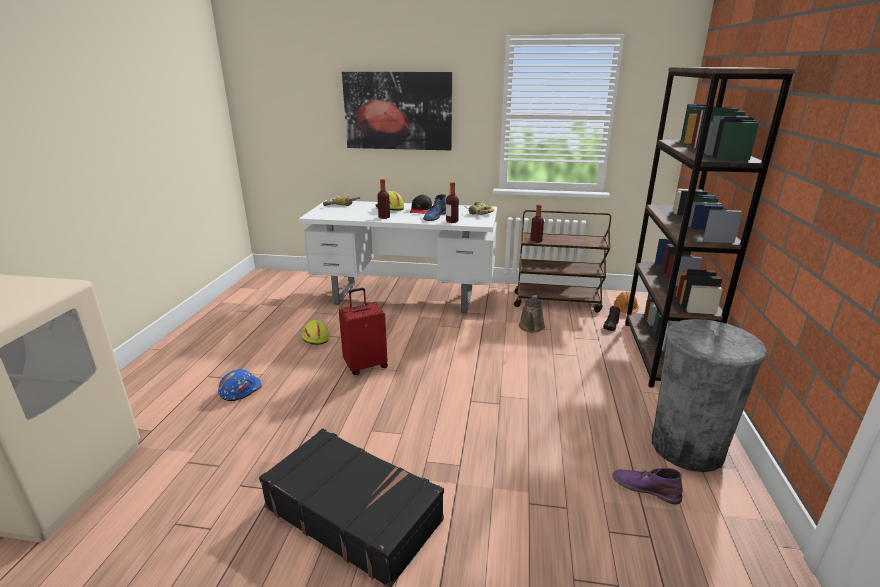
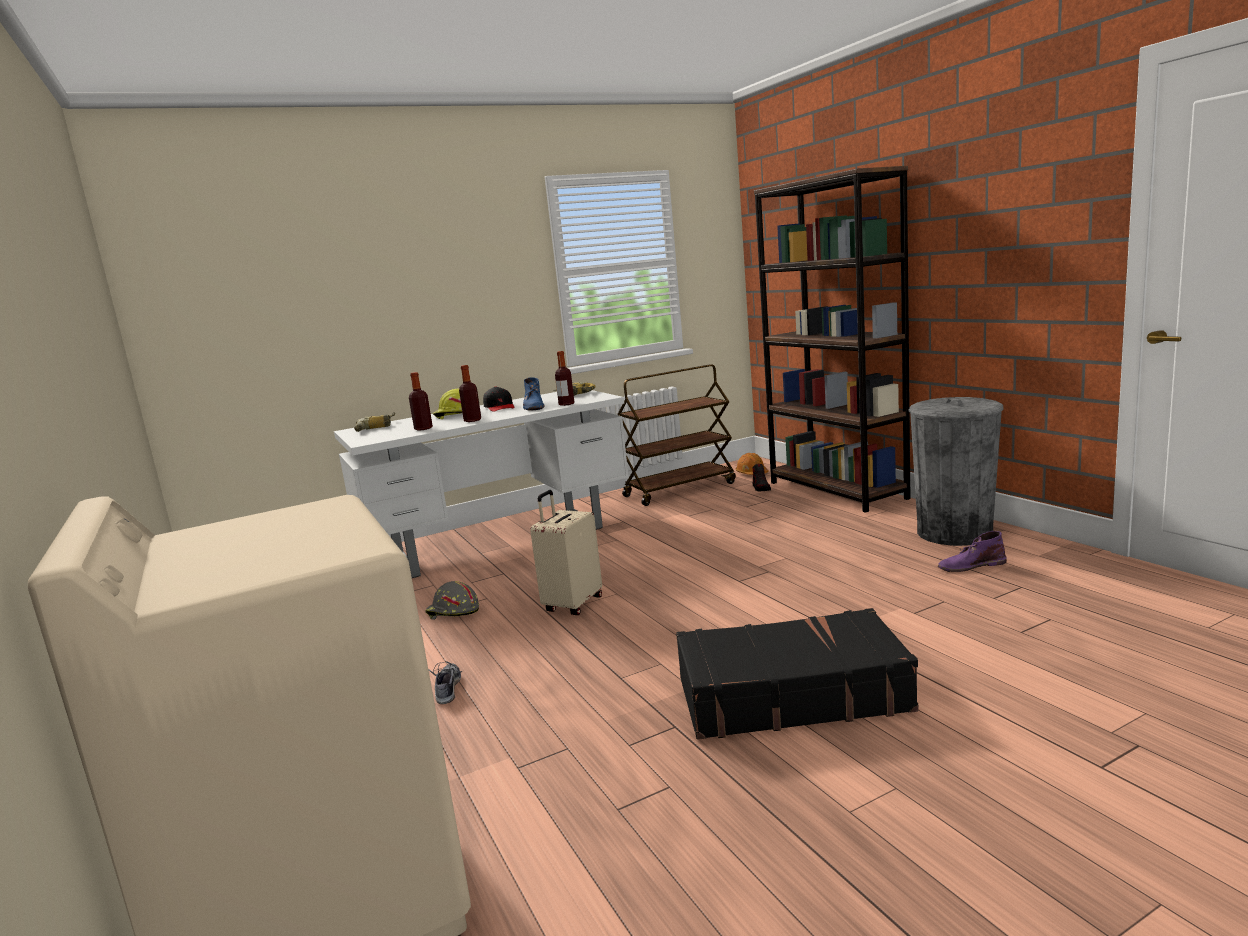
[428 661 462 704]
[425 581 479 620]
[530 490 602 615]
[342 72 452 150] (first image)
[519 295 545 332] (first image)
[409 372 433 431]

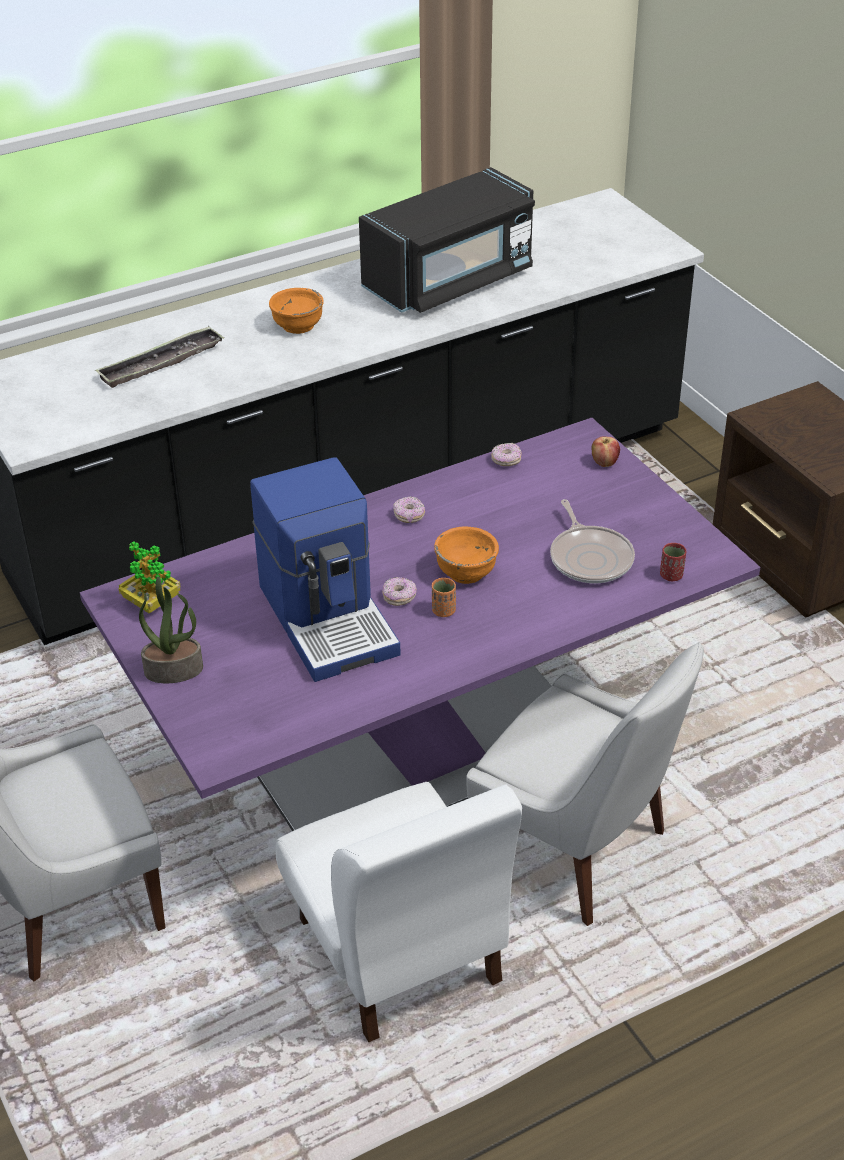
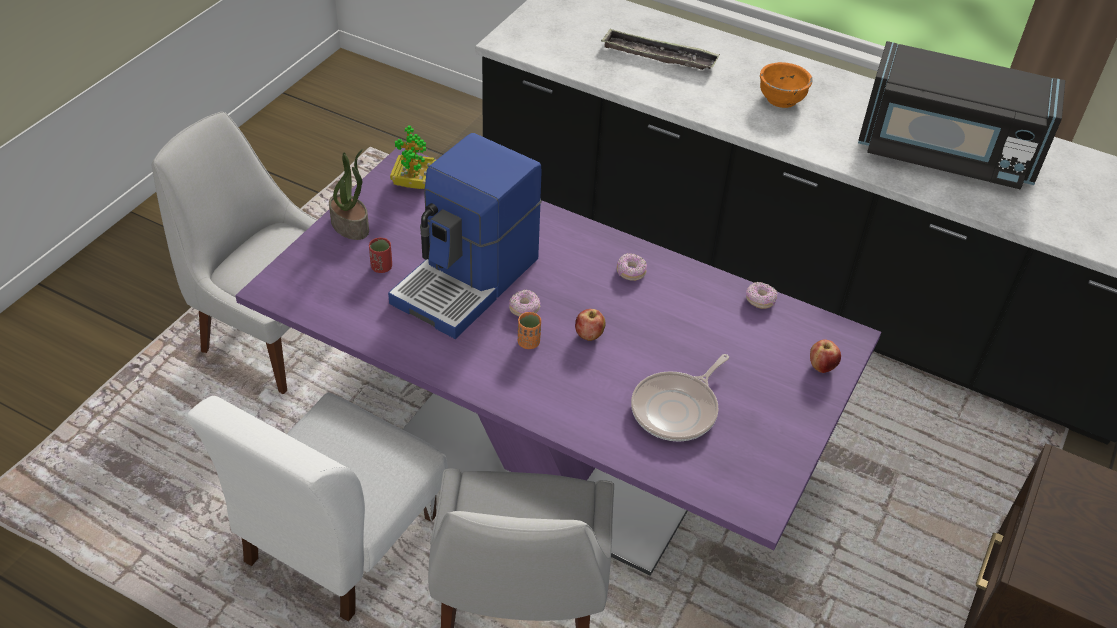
[575 309 606 341]
[369 238 392 273]

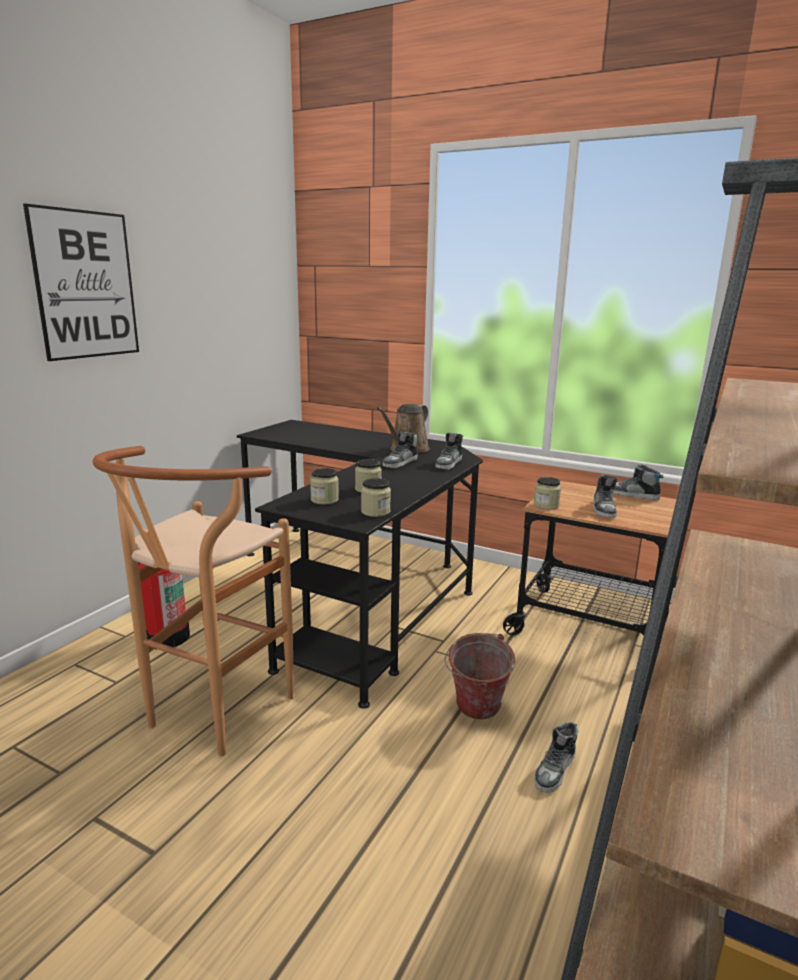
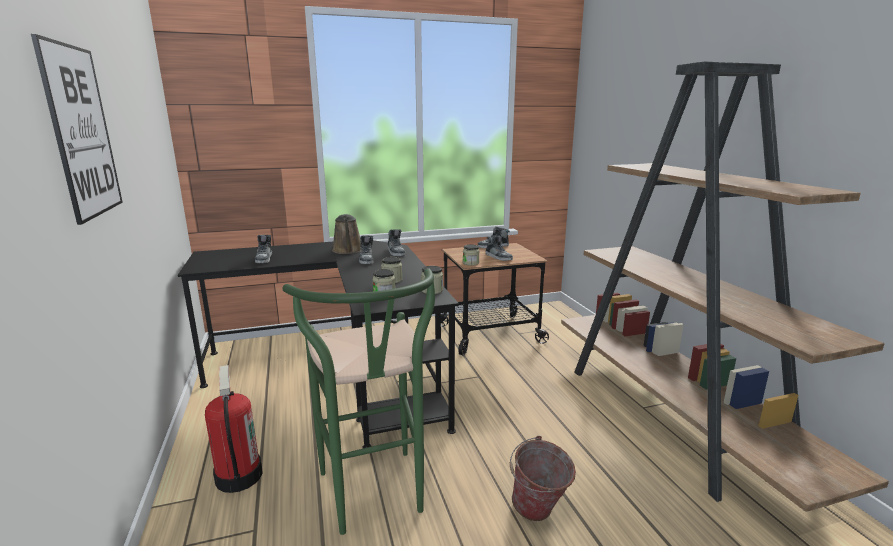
[282 268 435 535]
[510 436 576 521]
[255 235 272 263]

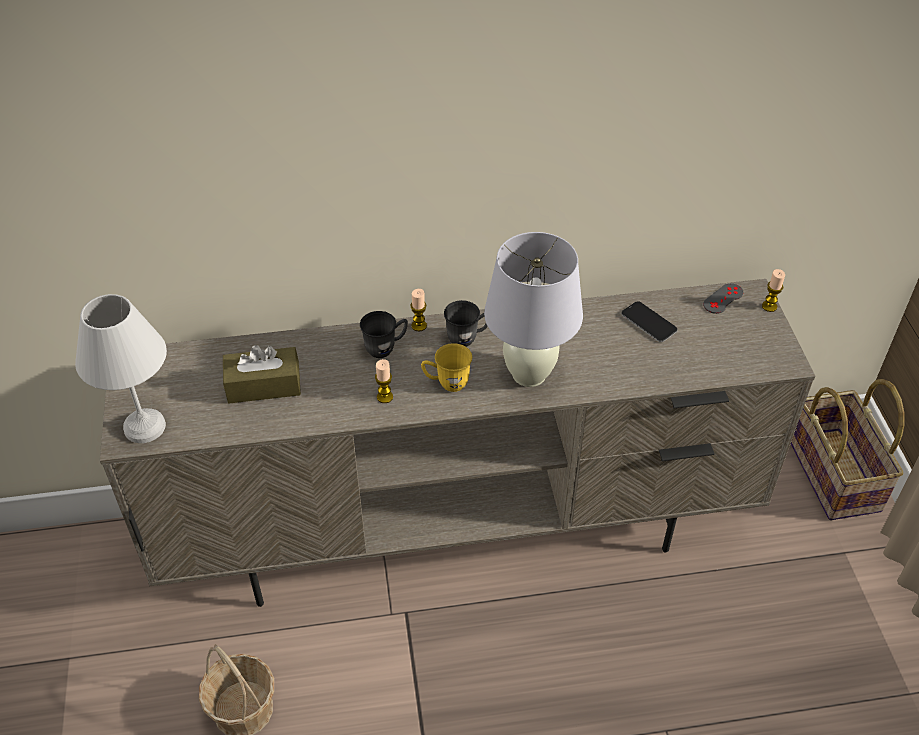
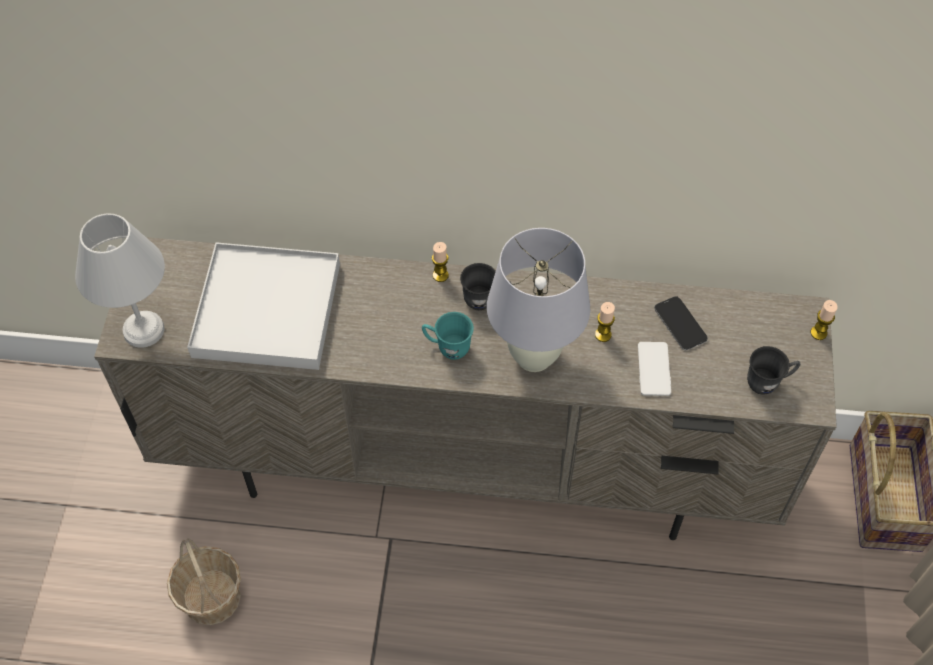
[187 242 340 370]
[747 346 800 395]
[595 302 615 342]
[422 312 474 360]
[703 283 743 314] (first image)
[638 342 671 396]

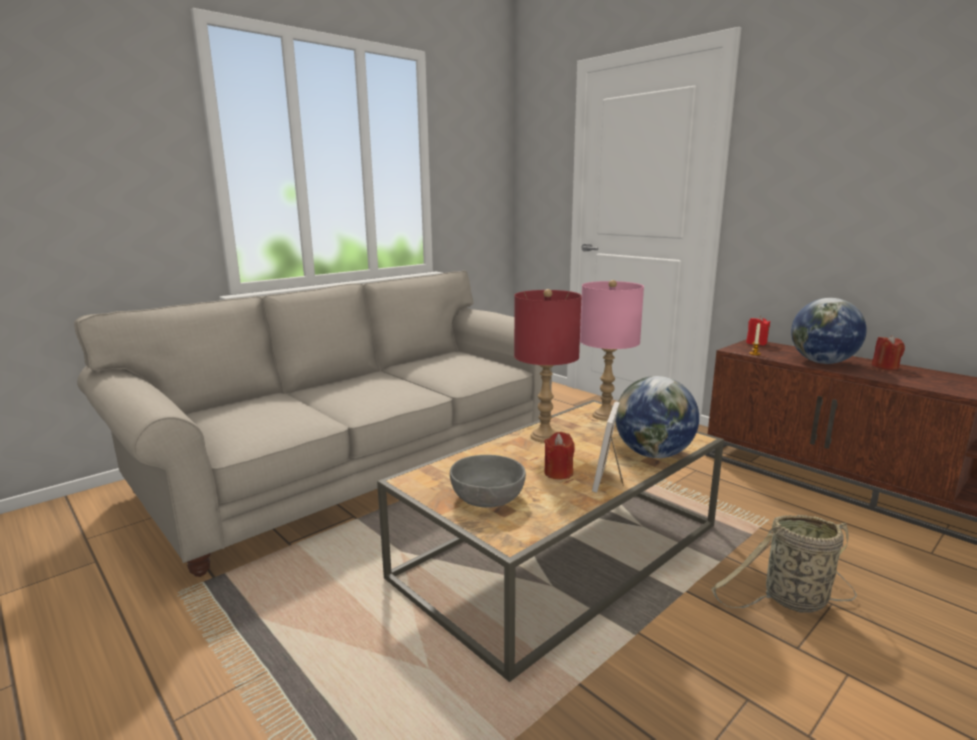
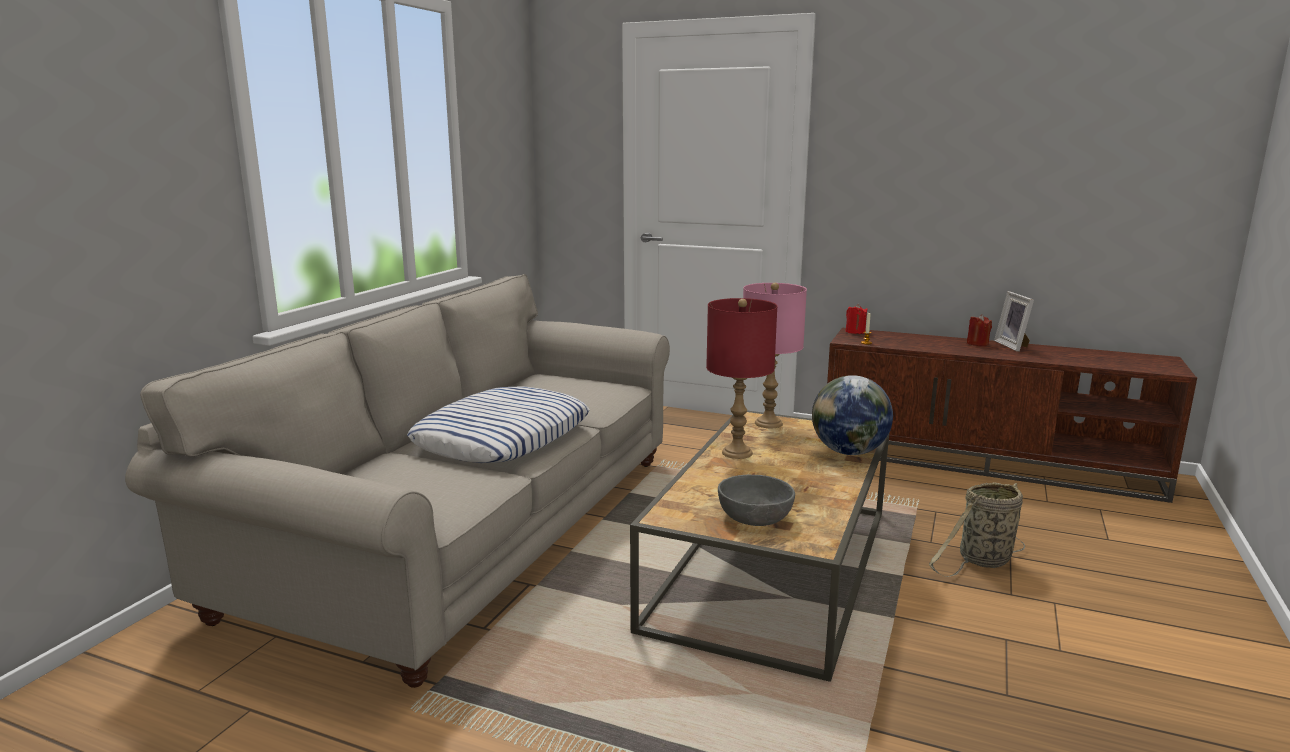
[544 432 575 479] (first image)
[994 291 1034 352]
[791 298 867 364] (first image)
[407 386 589 463]

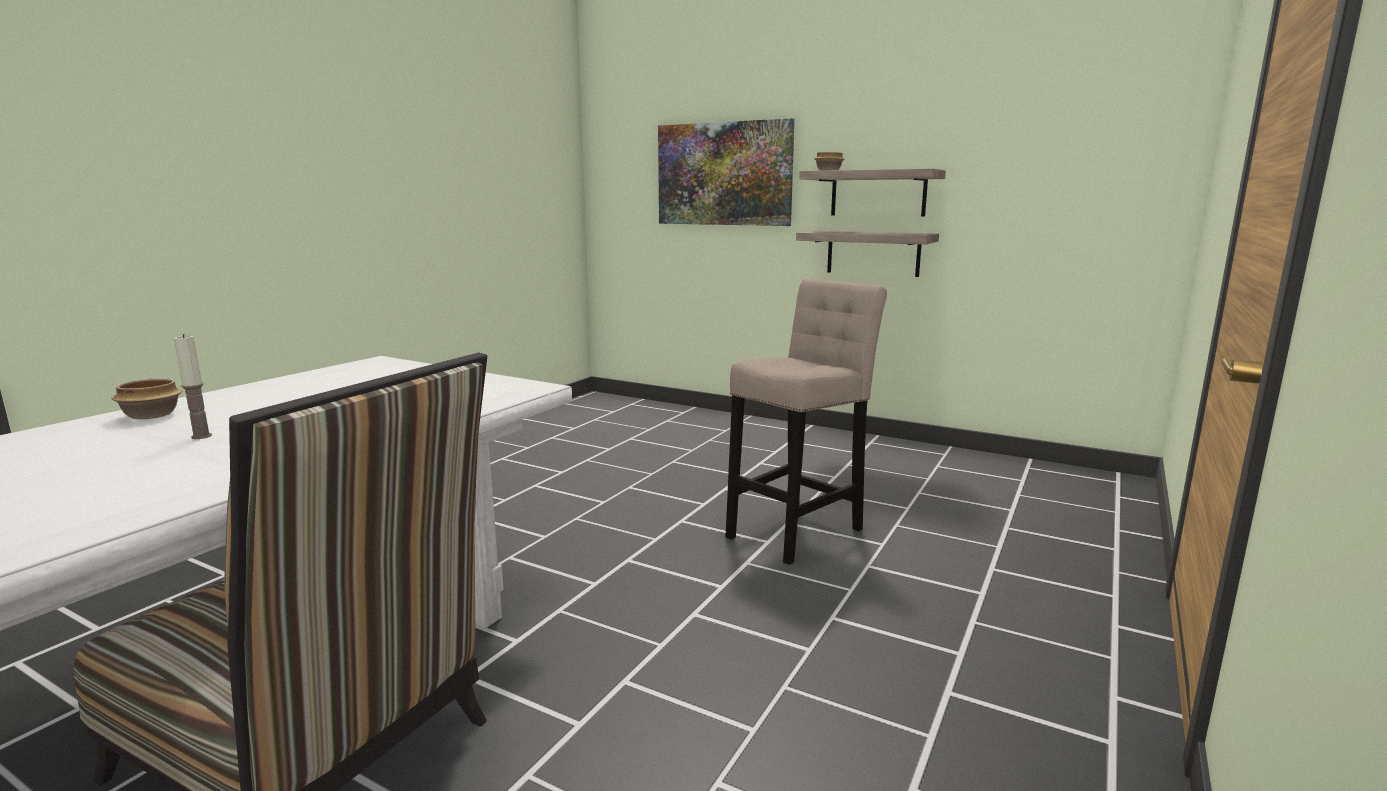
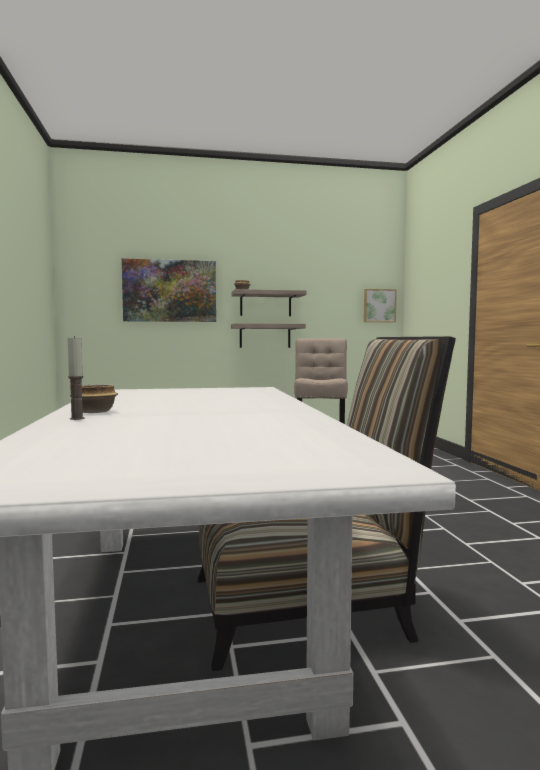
[68 336 85 420]
[364 289 397 322]

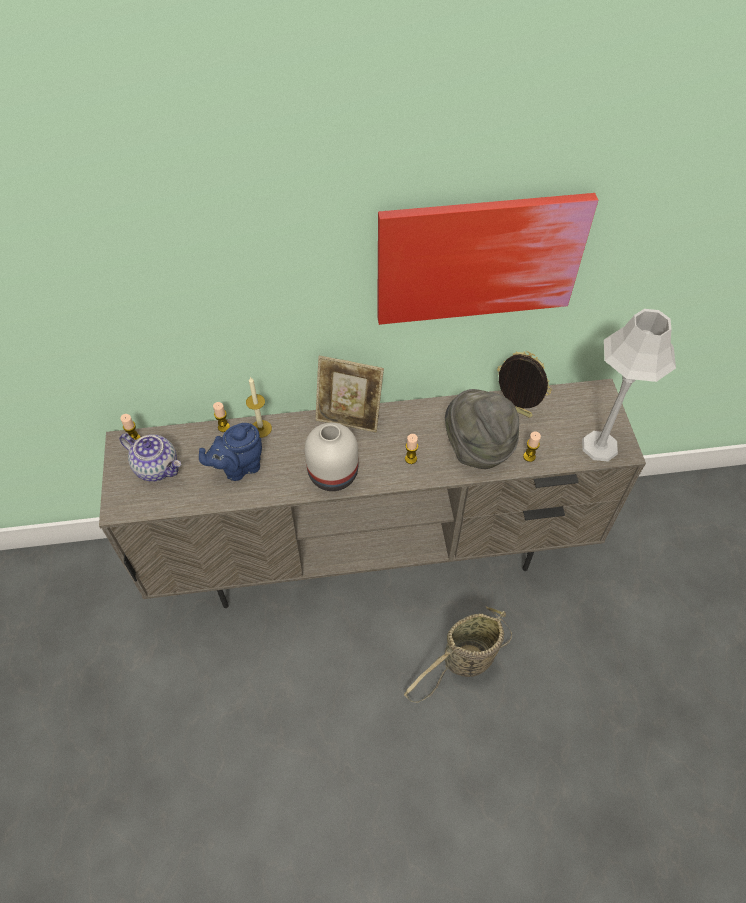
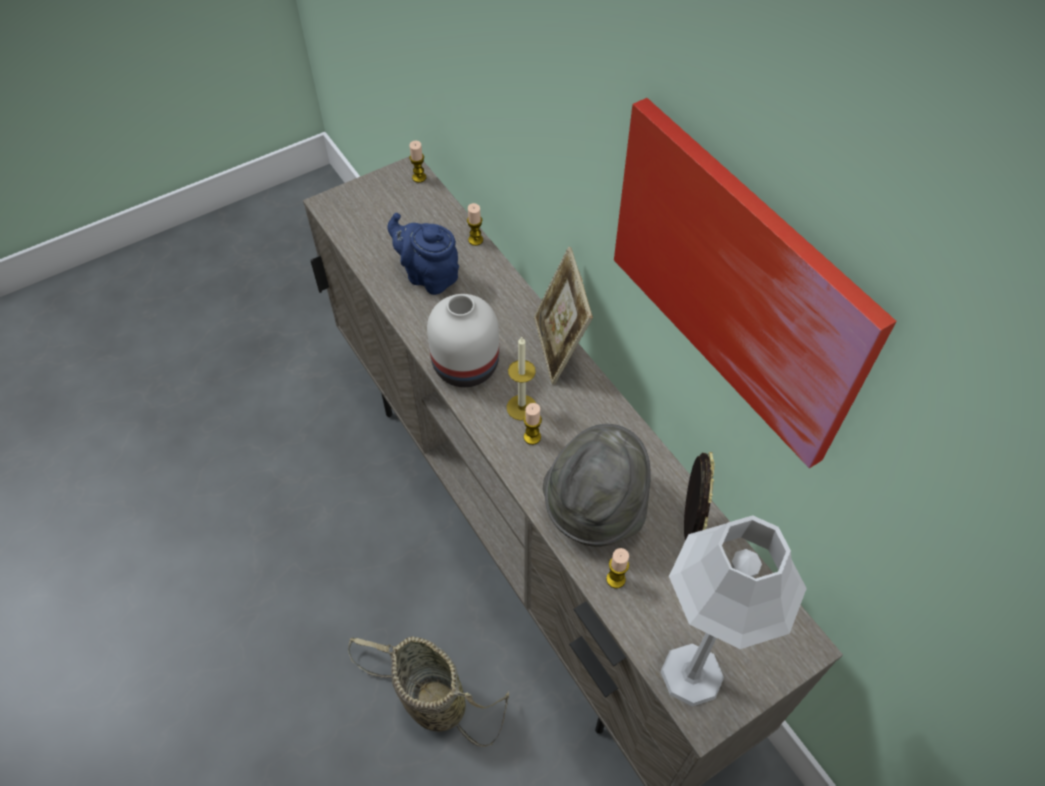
[119 434 181 482] (first image)
[507 337 537 421]

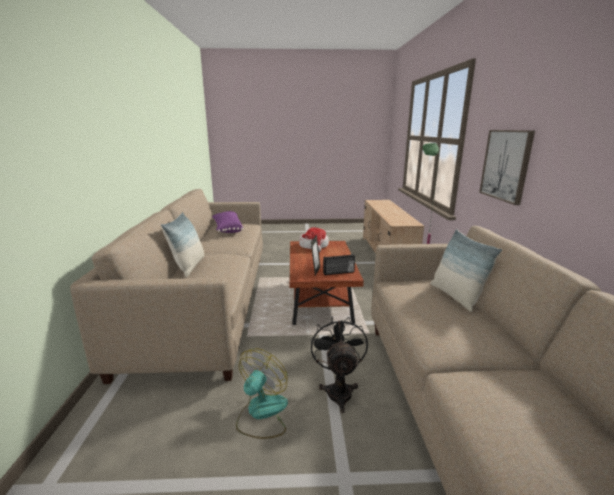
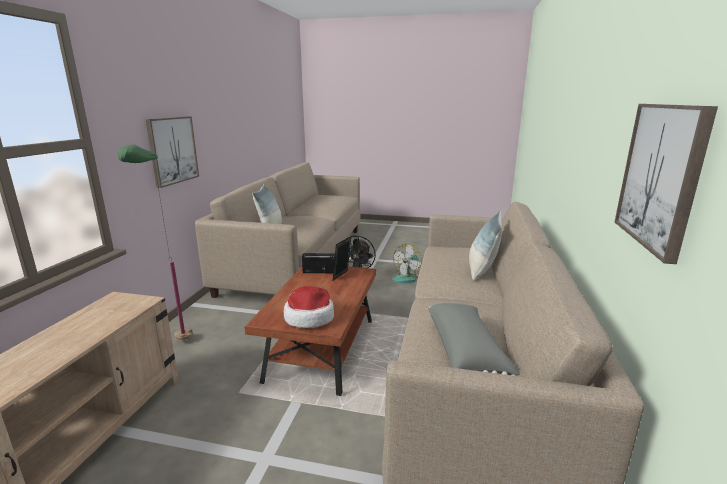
[428 303 520 376]
[615 104 718 264]

